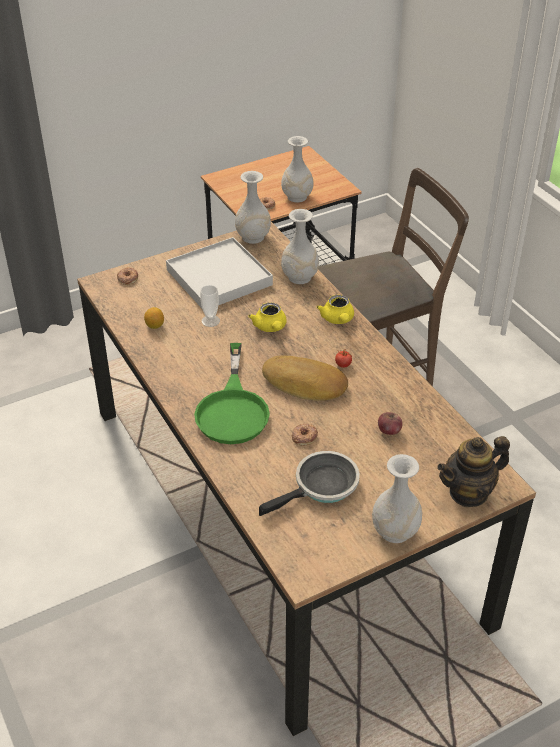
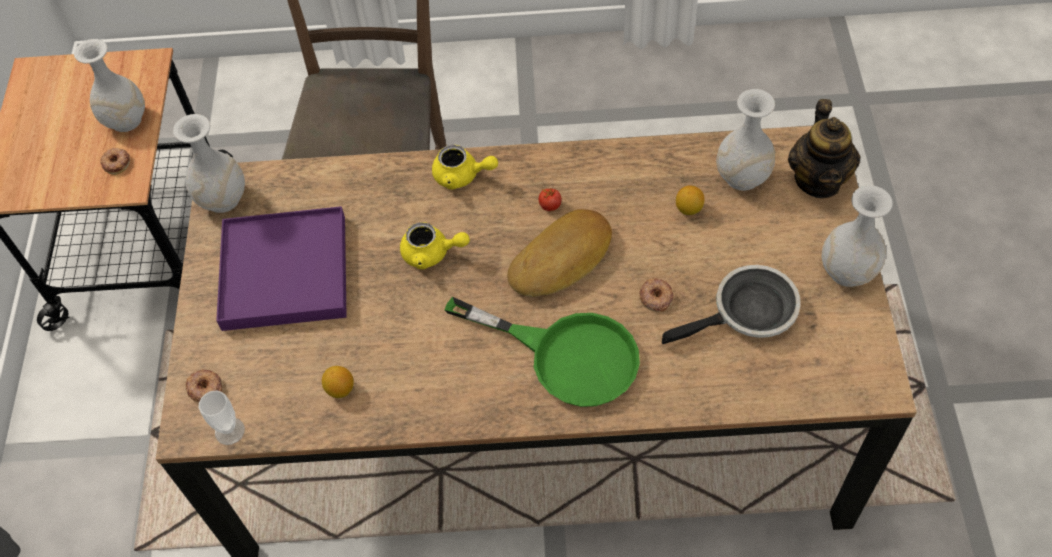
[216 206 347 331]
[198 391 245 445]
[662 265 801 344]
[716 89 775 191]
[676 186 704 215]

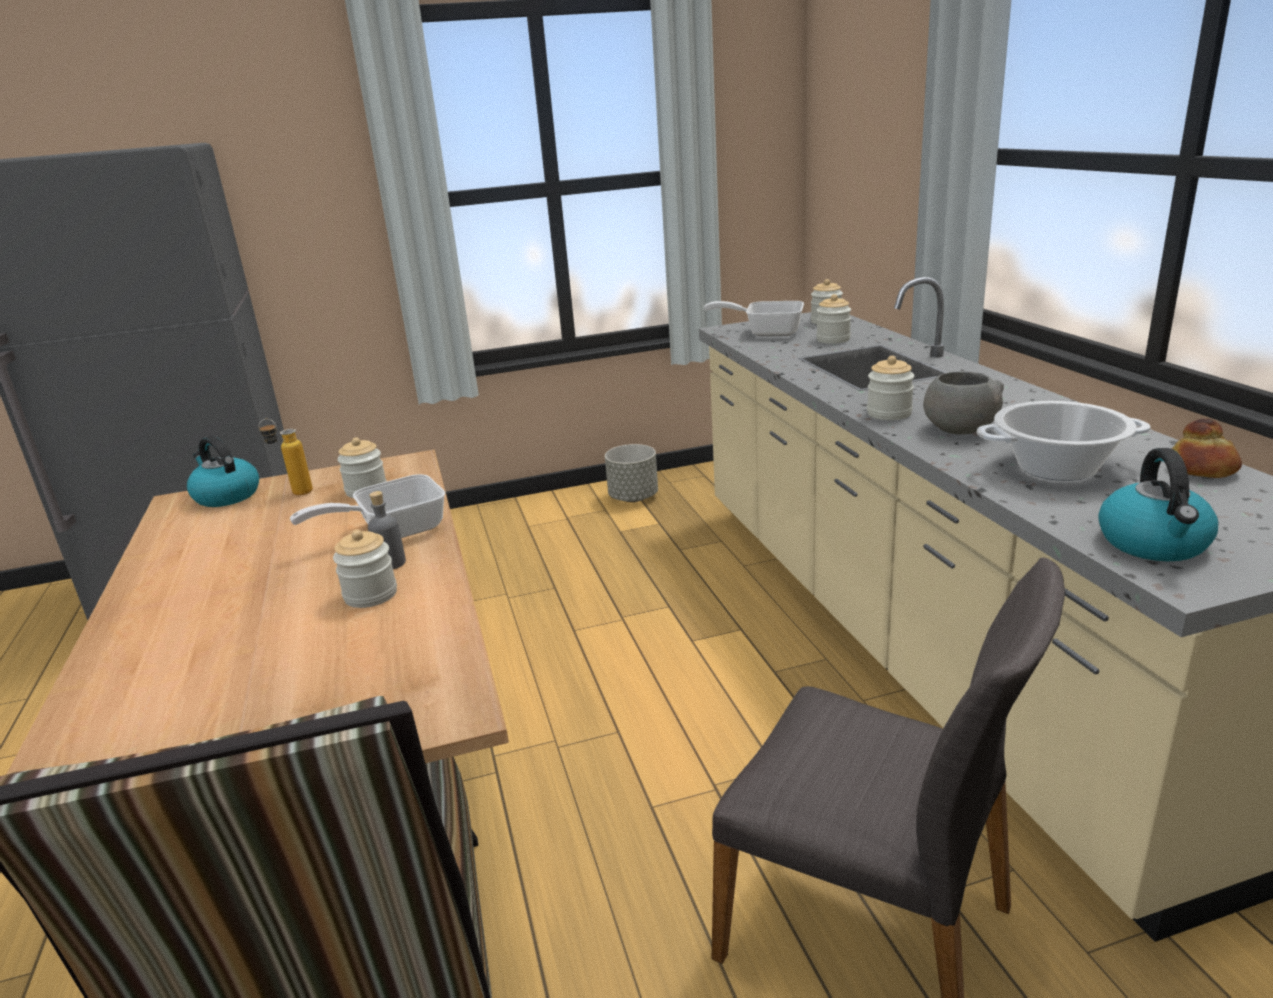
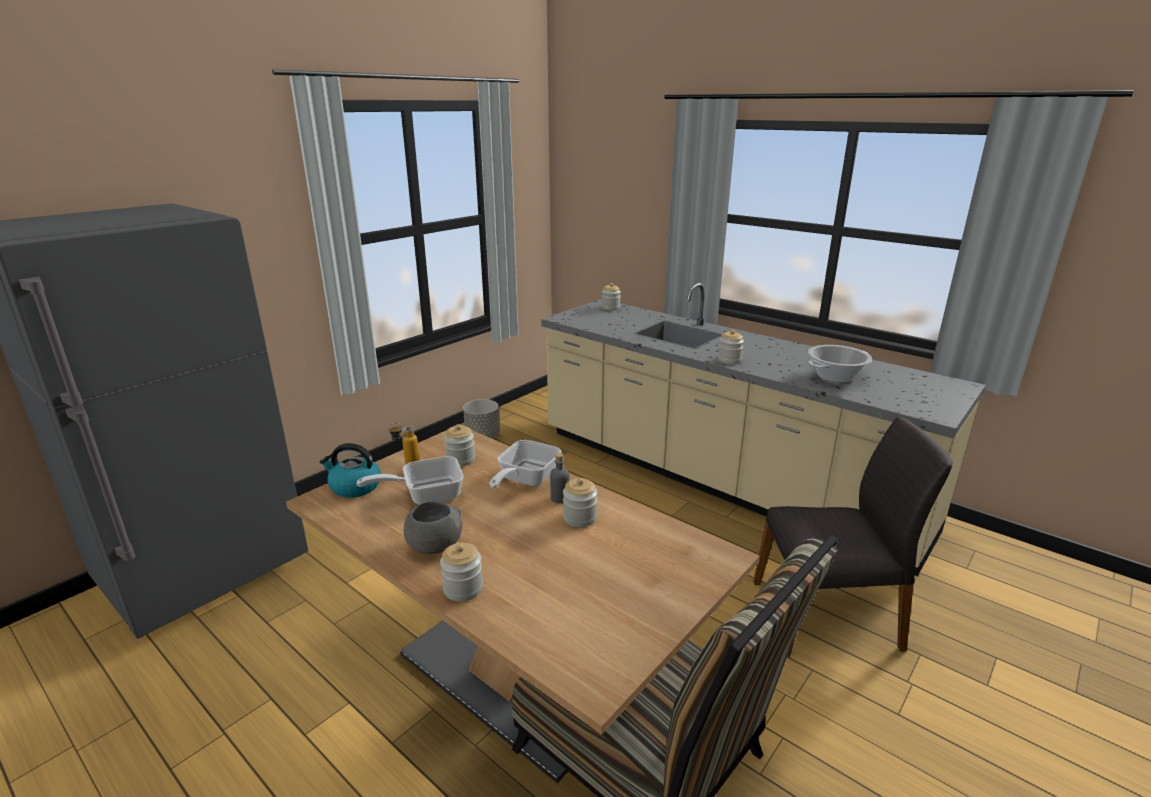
[357 456 463 504]
[440 543 483 601]
[404 501 463 554]
[1098 448 1218 561] (first image)
[1172 418 1242 478] (first image)

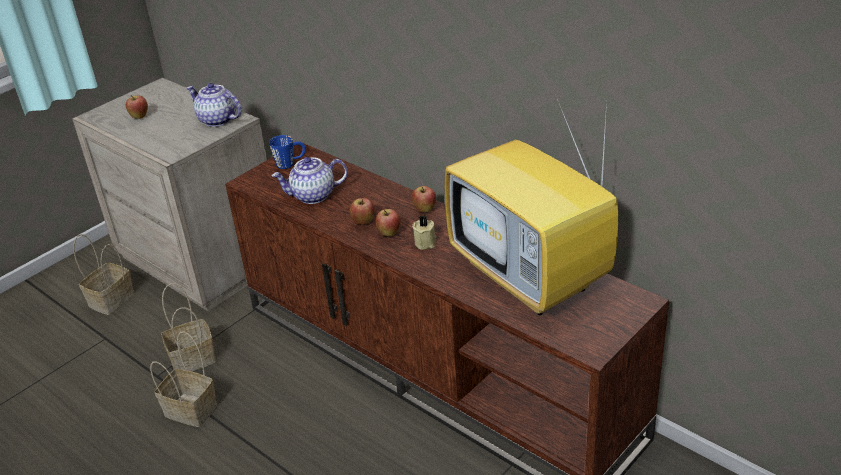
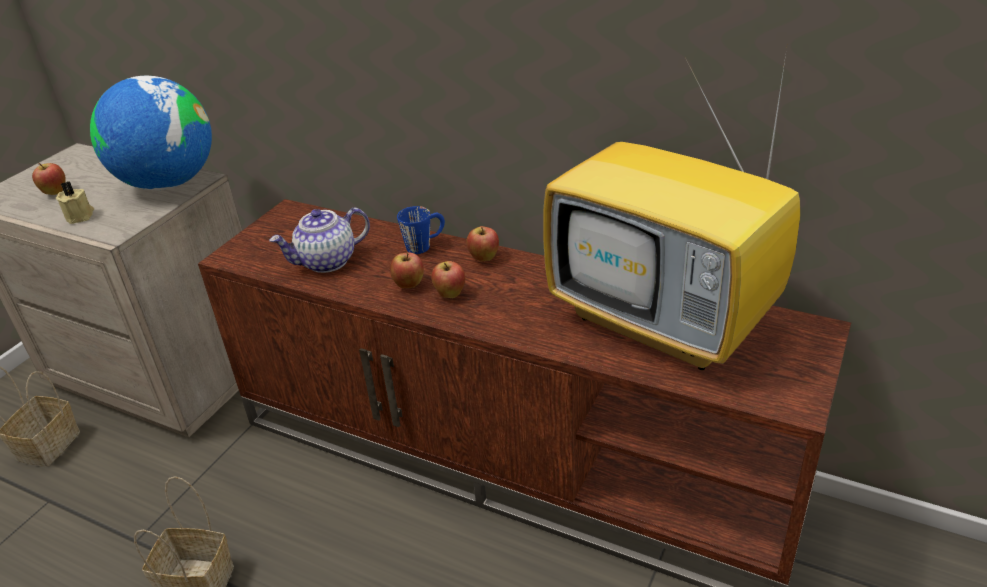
[161 283 216 371] (first image)
[90 76 212 190]
[397 206 445 254]
[56 181 94 224]

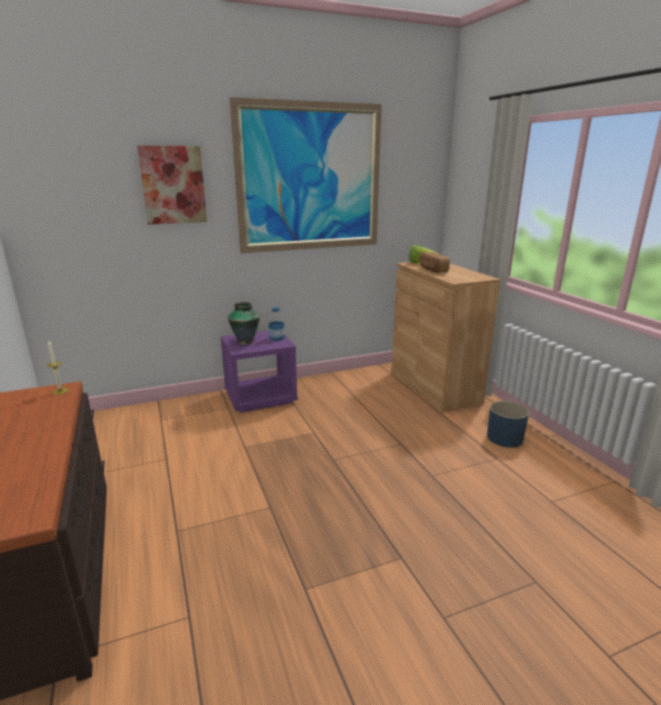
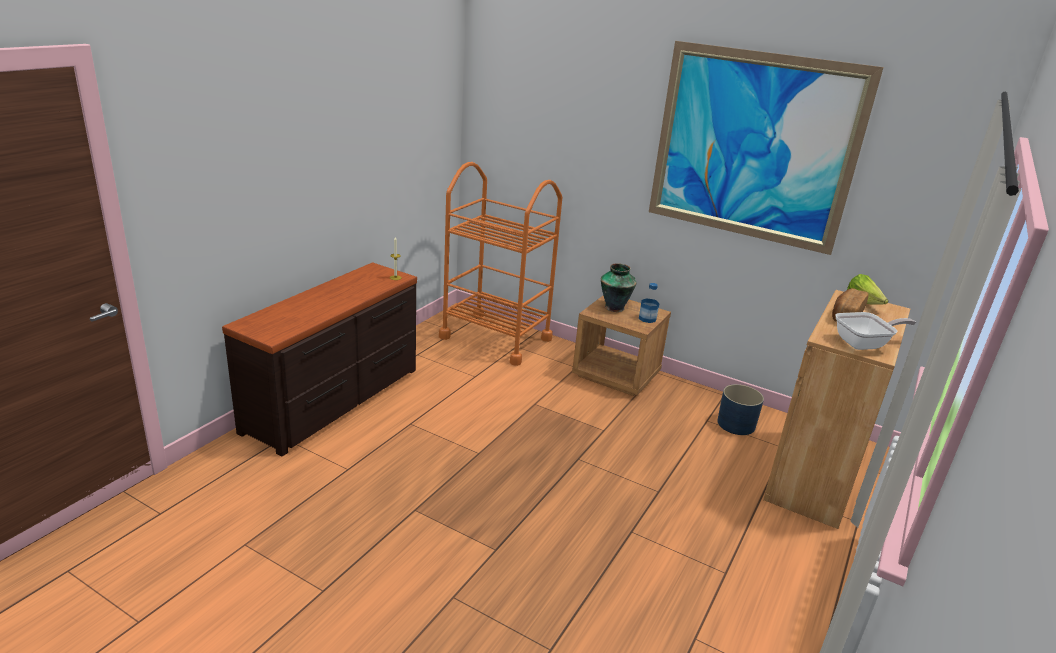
[137 146 207 225] (first image)
[572 296 671 396]
[717 384 764 435]
[439 162 562 366]
[835 312 916 350]

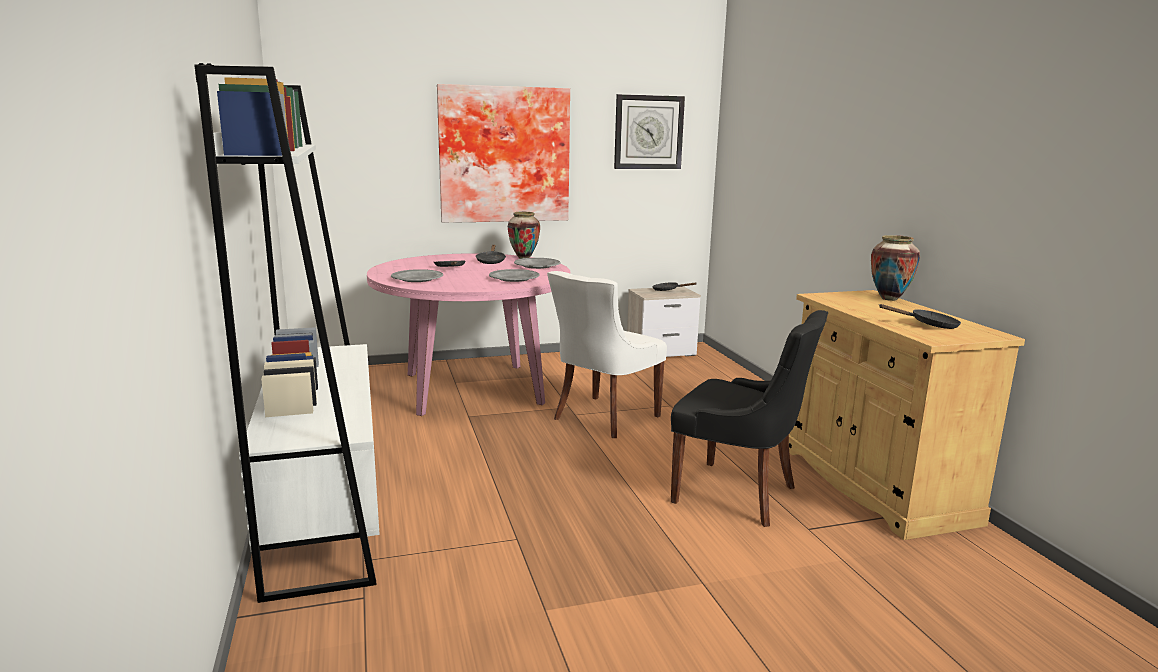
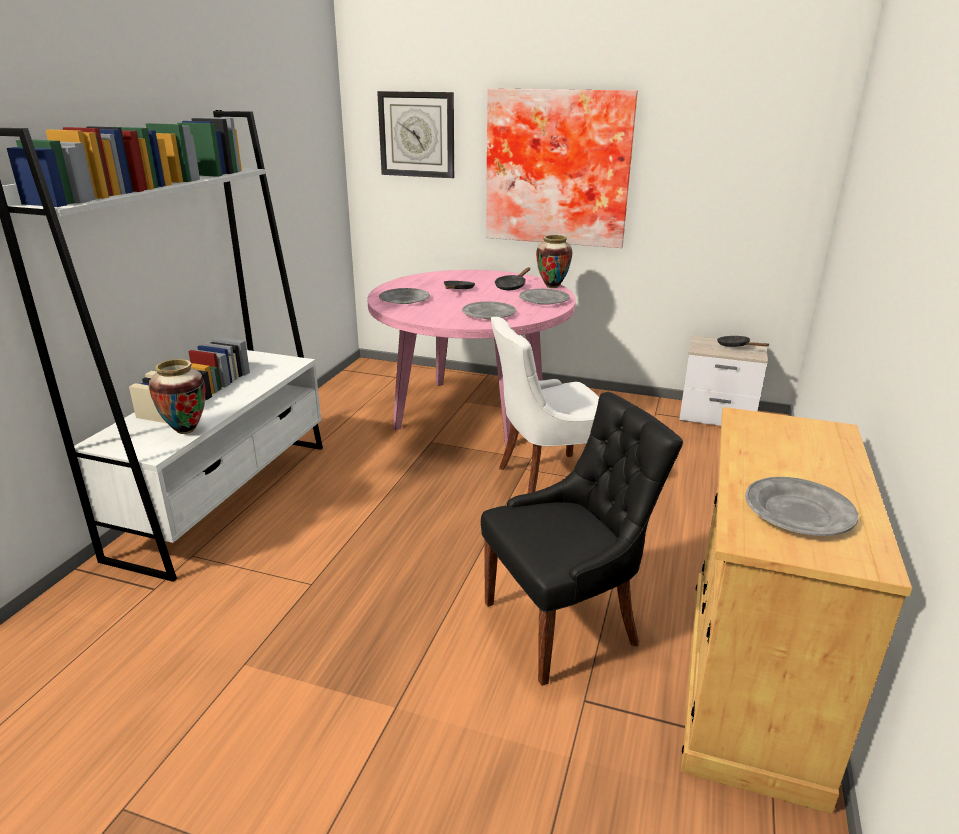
[377 91 454 178]
[481 392 683 686]
[149 359 205 434]
[745 477 858 536]

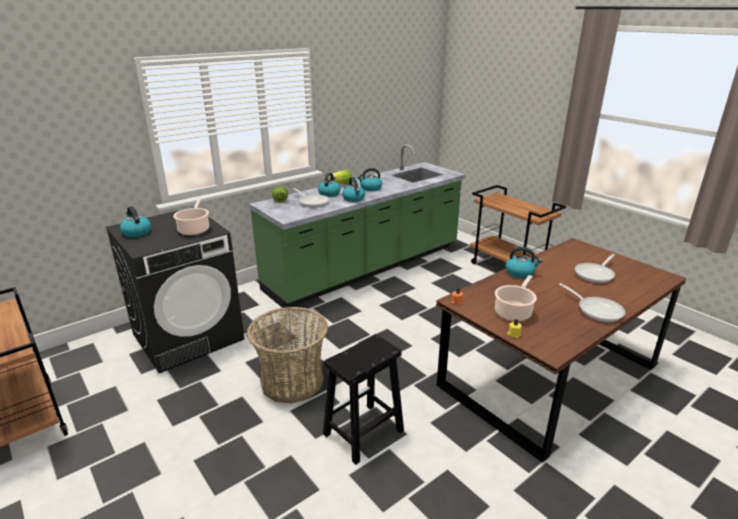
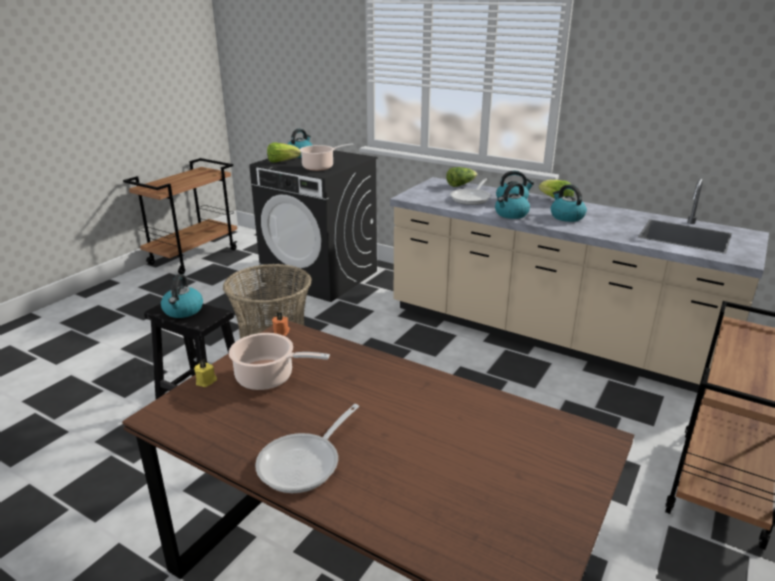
[390 177 769 393]
[161 274 203 318]
[575 254 615 283] (first image)
[267 143 301 163]

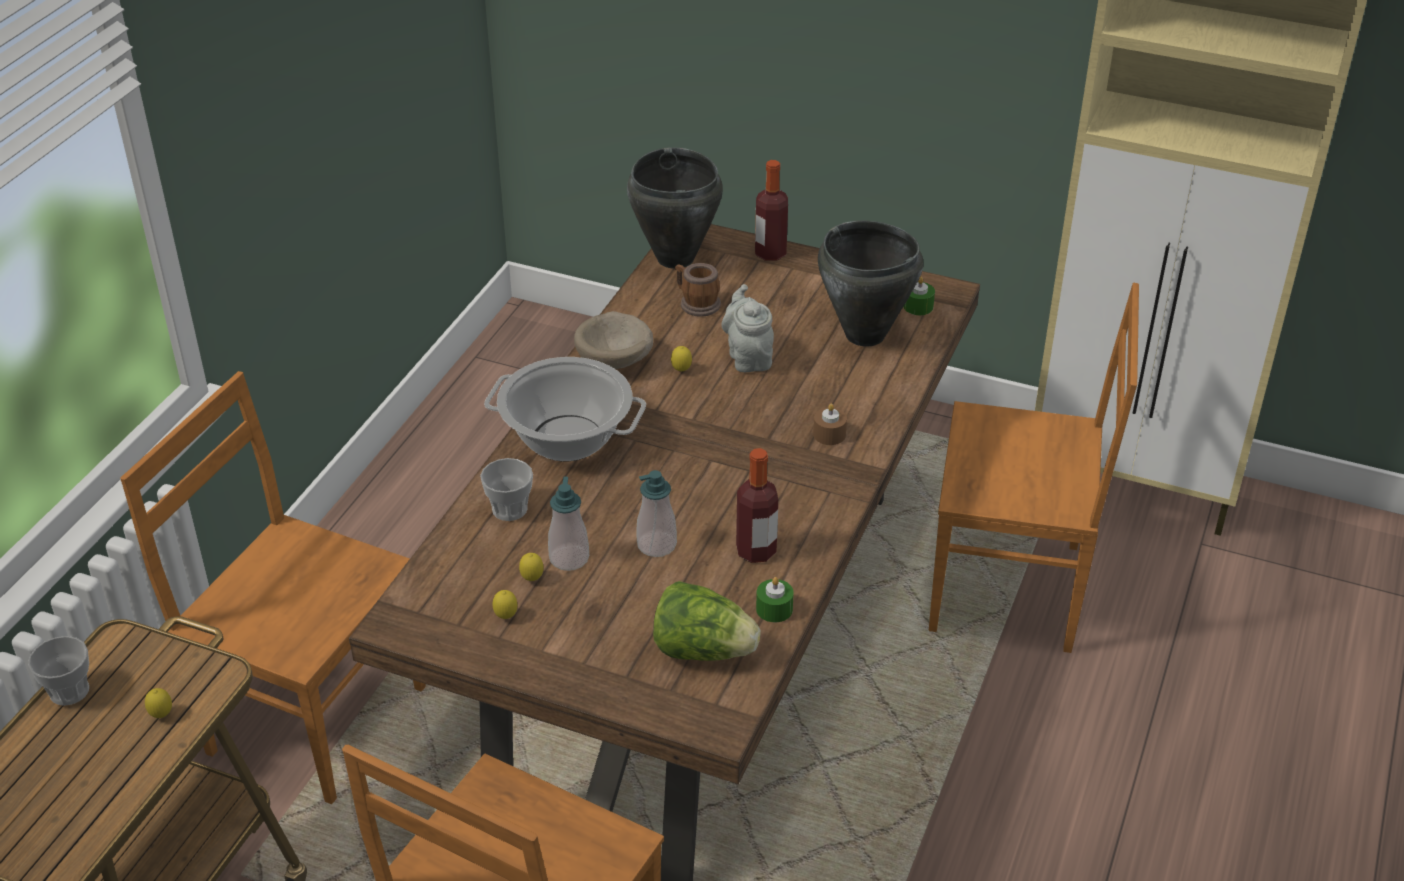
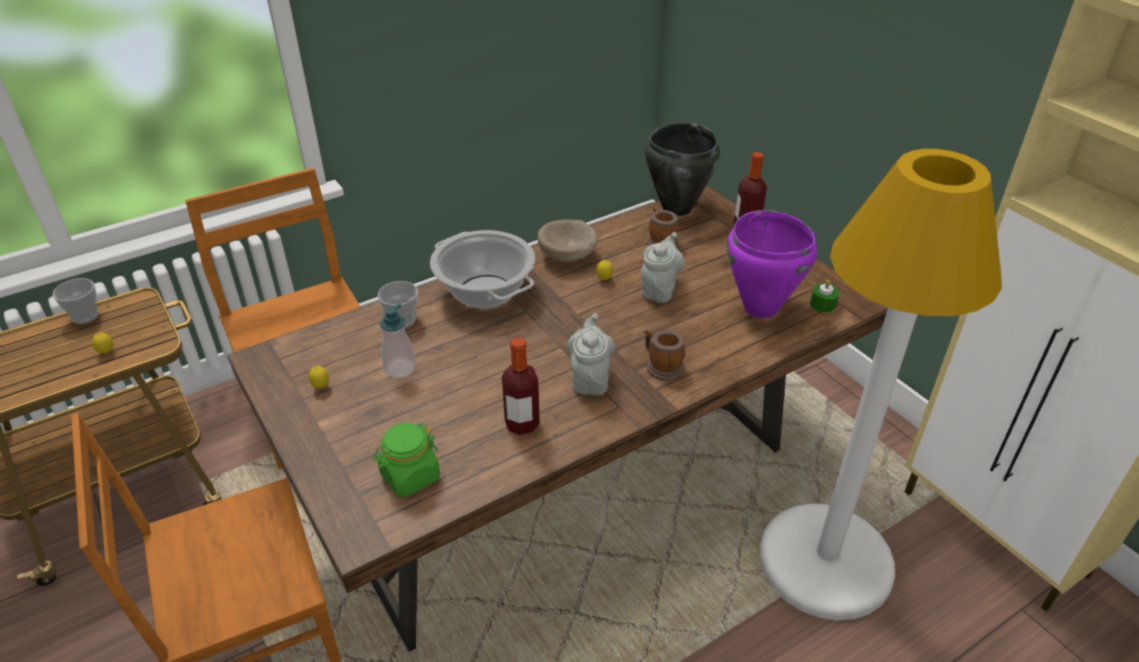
[519 553 544 581] (first image)
[636 470 677 557] (first image)
[373 423 440 497]
[756 577 794 622] (first image)
[644 329 685 381]
[727 210 817 318]
[759 149 1002 621]
[566 313 615 396]

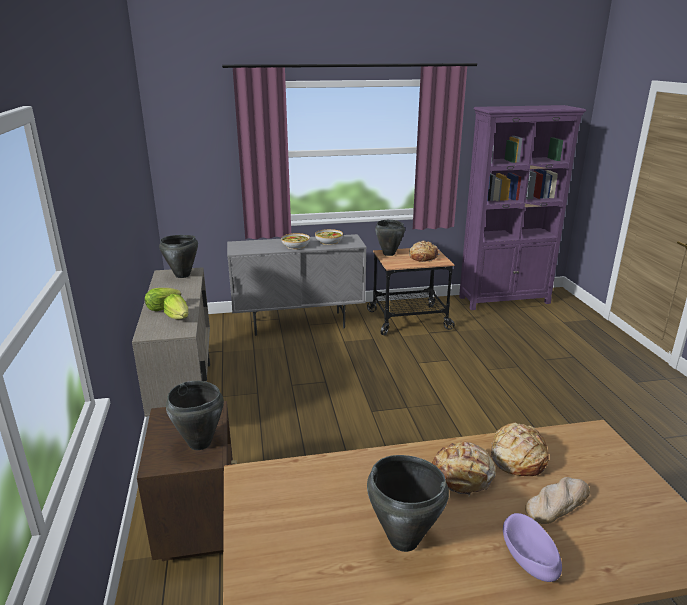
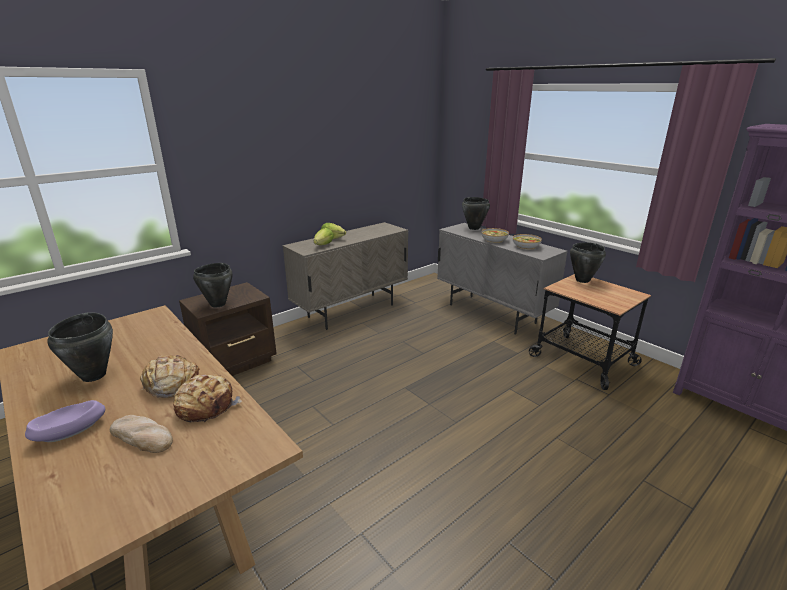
[462 197 490 230]
[409 241 439 262] (first image)

